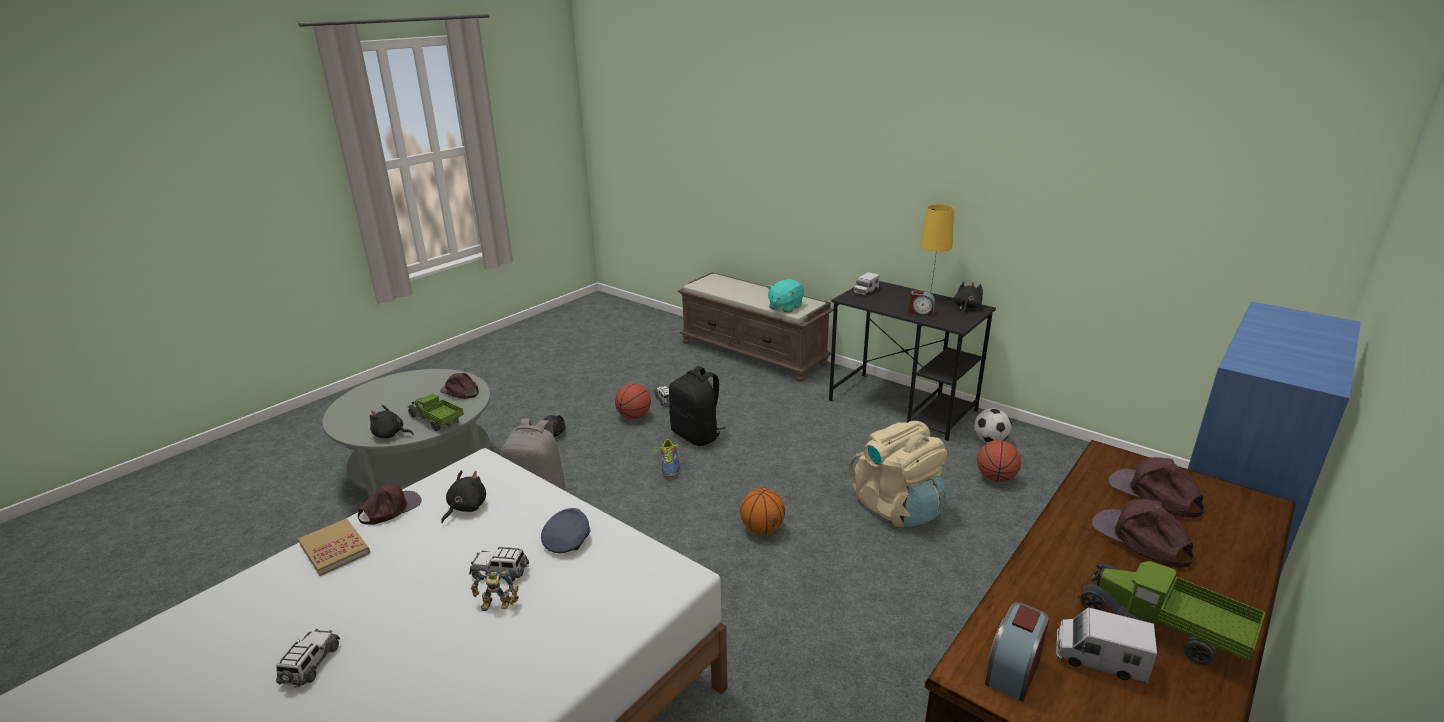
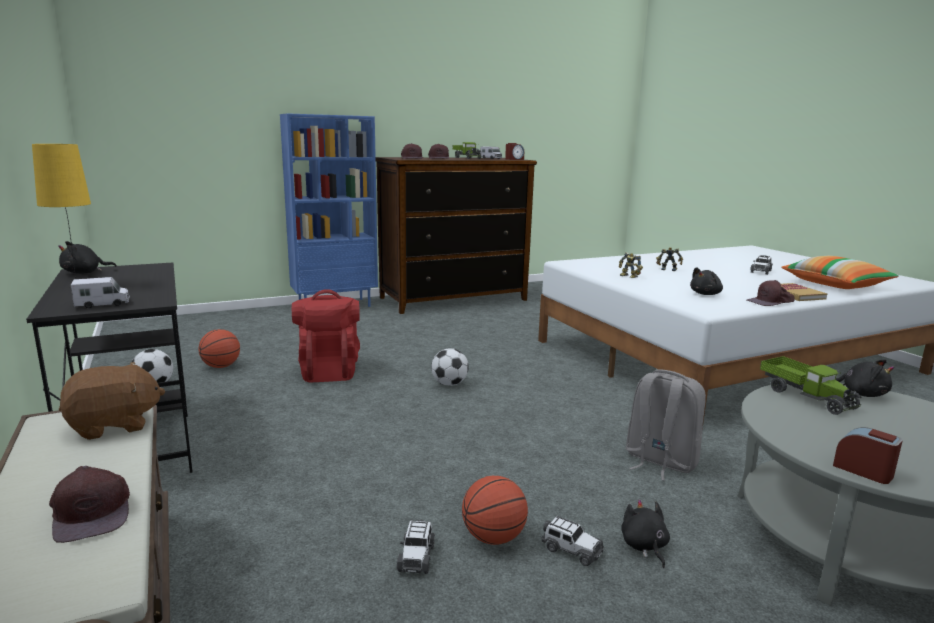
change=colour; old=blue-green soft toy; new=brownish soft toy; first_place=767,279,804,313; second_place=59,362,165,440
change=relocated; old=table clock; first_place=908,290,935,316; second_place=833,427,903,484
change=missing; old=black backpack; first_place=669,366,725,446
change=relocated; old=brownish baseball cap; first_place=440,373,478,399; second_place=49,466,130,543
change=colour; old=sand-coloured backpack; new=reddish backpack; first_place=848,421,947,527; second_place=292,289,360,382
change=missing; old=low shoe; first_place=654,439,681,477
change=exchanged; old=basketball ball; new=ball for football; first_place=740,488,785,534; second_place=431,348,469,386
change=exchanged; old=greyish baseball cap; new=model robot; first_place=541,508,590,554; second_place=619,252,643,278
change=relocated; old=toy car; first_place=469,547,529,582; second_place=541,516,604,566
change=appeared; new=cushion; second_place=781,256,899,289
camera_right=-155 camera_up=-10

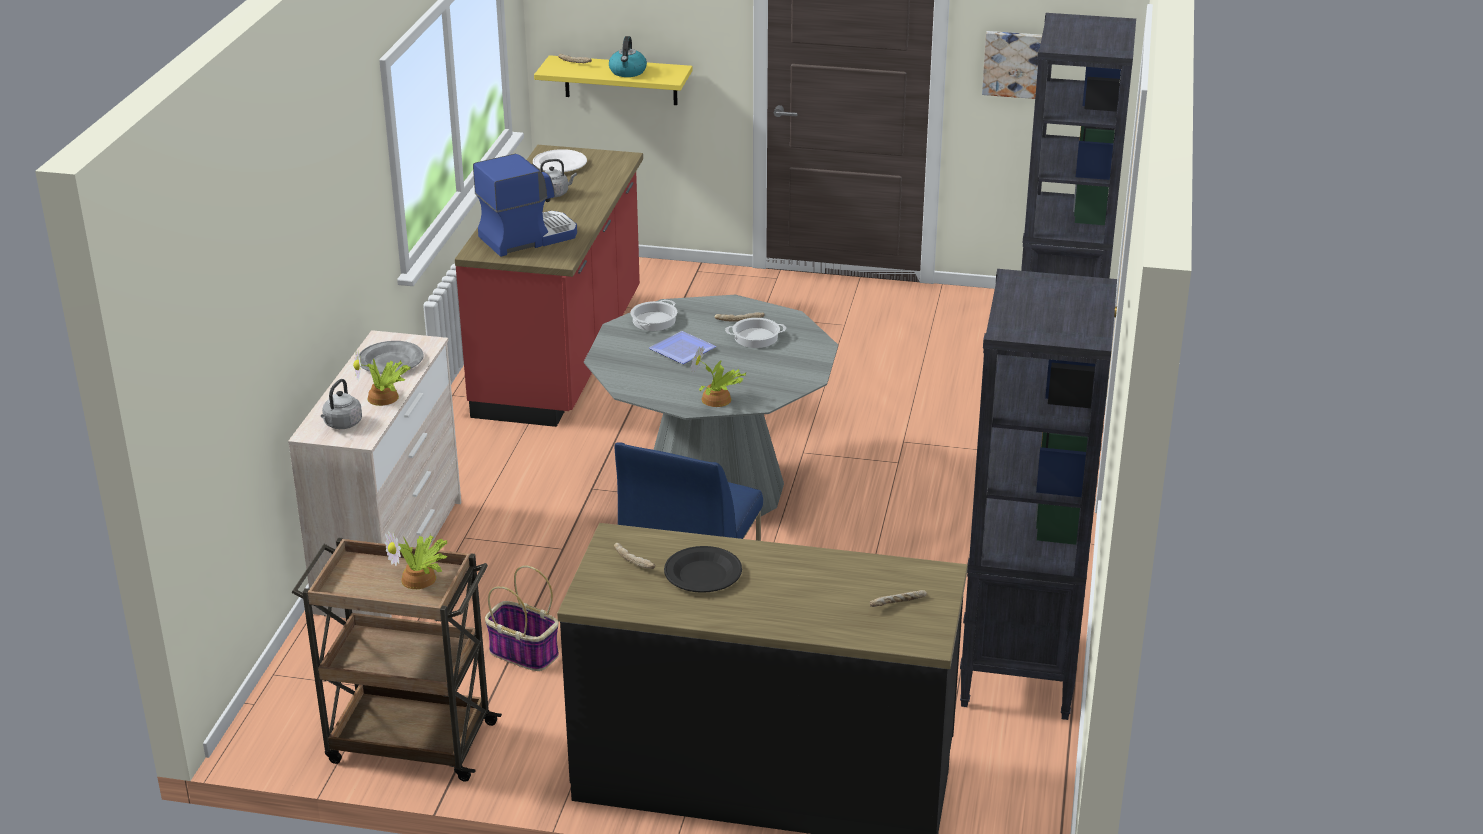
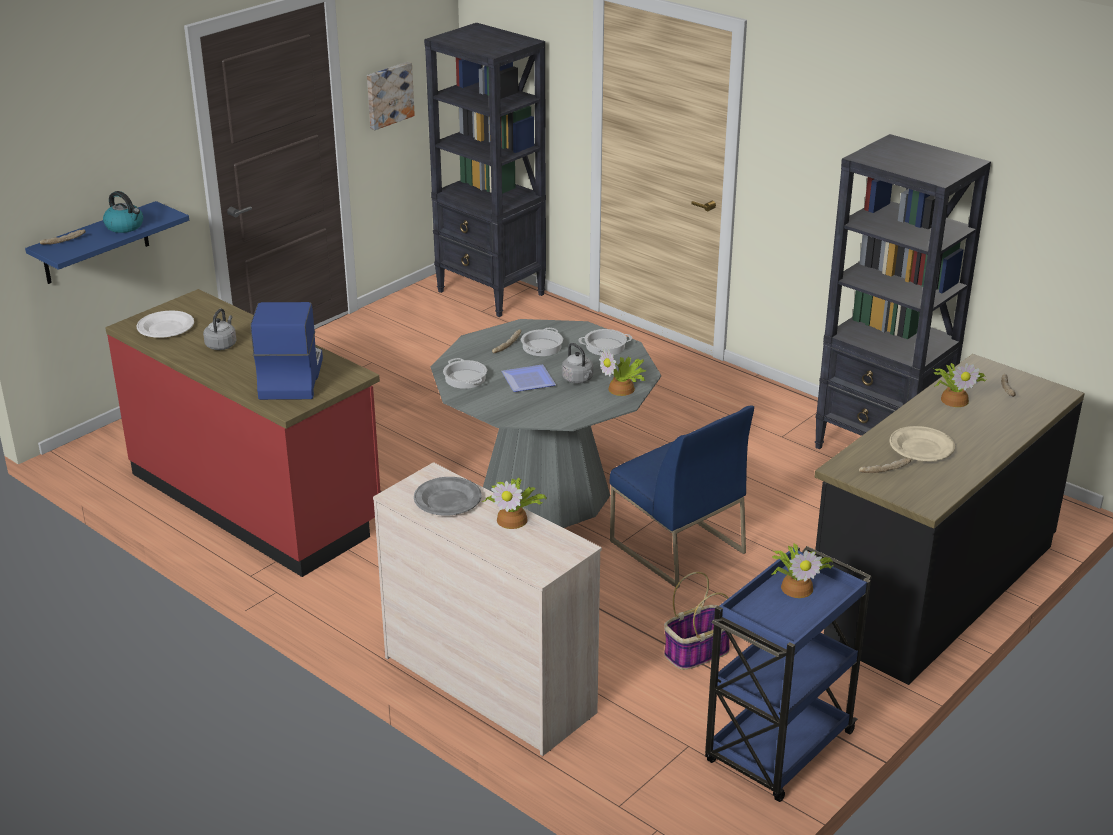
change=colour; old=yellow-coloured bracket shelf; new=bluish bracket shelf; first_place=534,55,692,105; second_place=25,201,189,284
change=relocated; old=greyish tea kettle; first_place=321,379,362,429; second_place=562,343,593,384
change=colour; old=brownish wheeled cart; new=bluish wheeled cart; first_place=292,537,502,782; second_place=705,546,872,802
change=colour; old=black plate; new=sand-coloured plate; first_place=664,546,742,593; second_place=889,426,955,461
change=appeared; new=saucepot; second_place=578,329,632,355
change=appeared; new=houseplant; second_place=933,363,987,407
camera_right=-60 camera_up=0

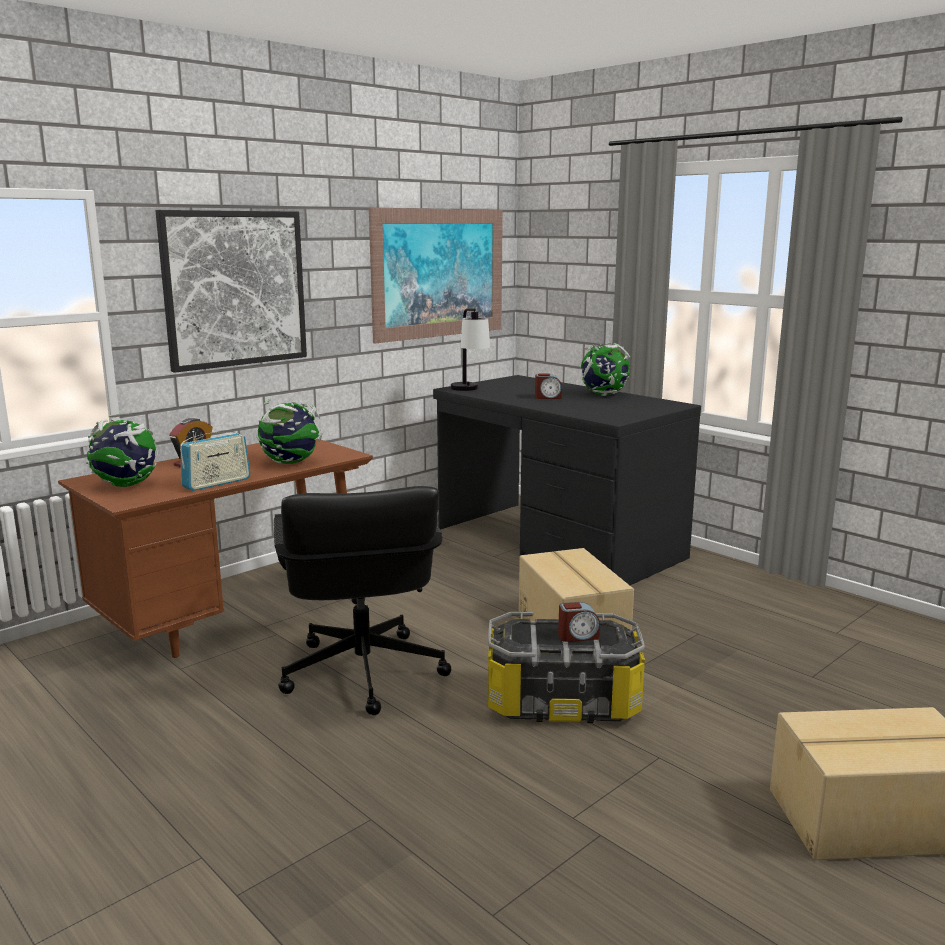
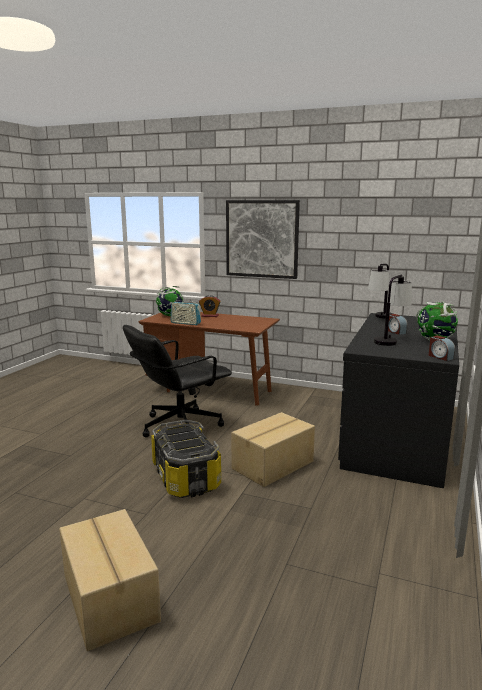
change=missing; old=wall picture; first_place=369,208,503,343
change=missing; old=desk globe; first_place=257,399,322,464
change=relocated; old=table clock; first_place=558,602,600,642; second_place=429,336,455,361
change=appeared; new=lamp for a table; second_place=374,275,412,346
camera_right=65 camera_up=0

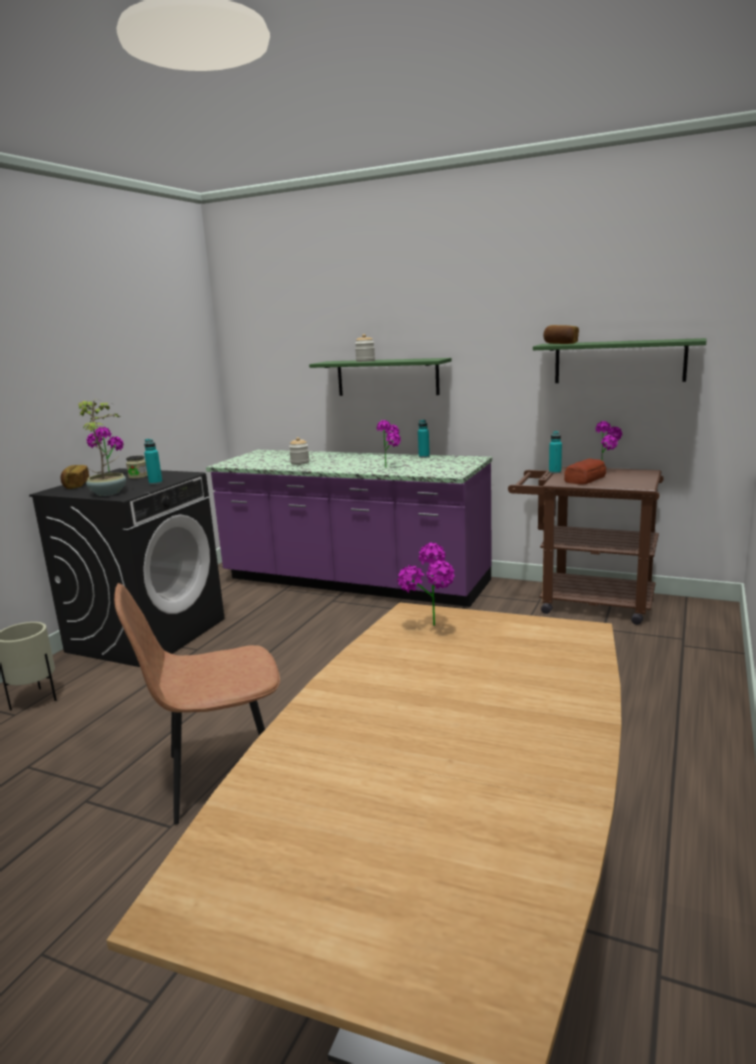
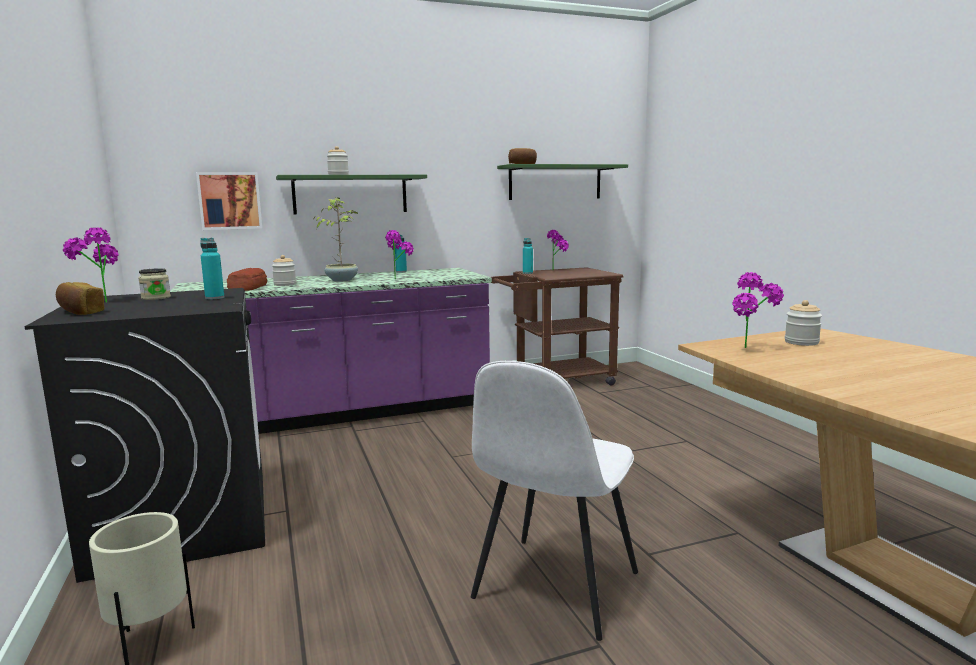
change=relocated; old=houseplant; first_place=78,399,126,496; second_place=314,198,358,282
change=relocated; old=baked bread; first_place=564,459,606,485; second_place=227,268,267,291
change=colour; old=brownish plain chair; new=whitish plain chair; first_place=114,583,280,825; second_place=471,361,638,641
change=appeared; new=wall picture; second_place=196,172,262,230
change=appeared; new=storage jar; second_place=785,300,822,346
camera_right=-45 camera_up=-5

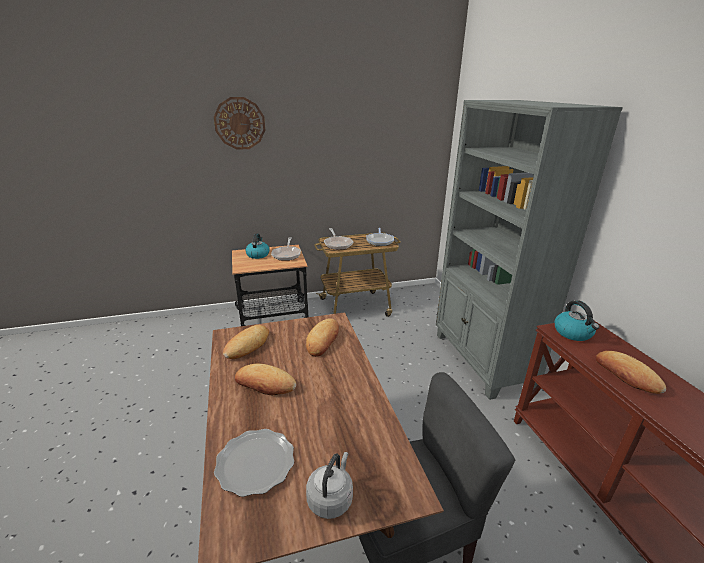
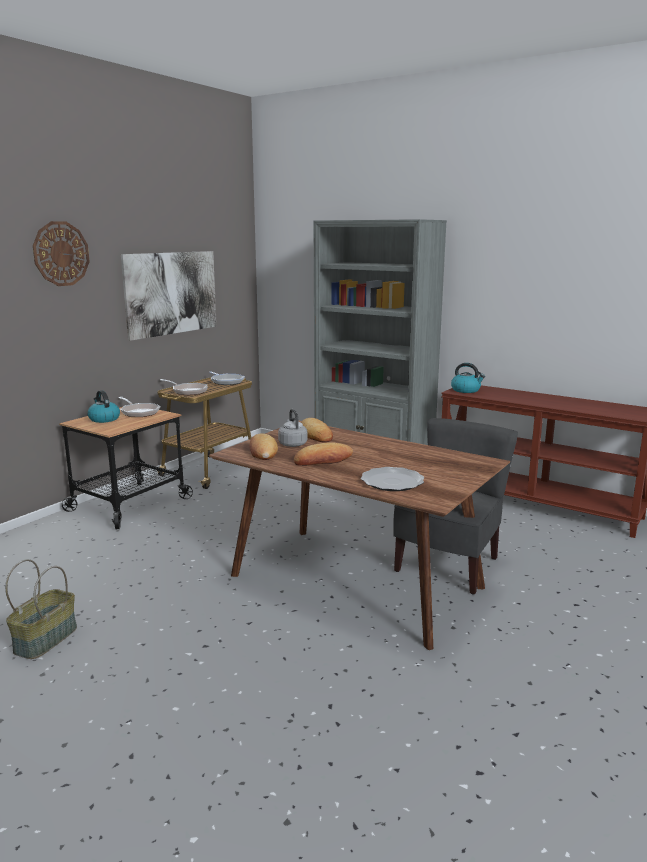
change=missing; old=baked bread; first_place=596,351,666,394
change=relocated; old=greyish tea kettle; first_place=306,452,353,519; second_place=278,409,308,447
change=appeared; new=wall picture; second_place=121,251,217,341
change=appeared; new=basket; second_place=5,559,77,659
camera_right=-40 camera_up=-10

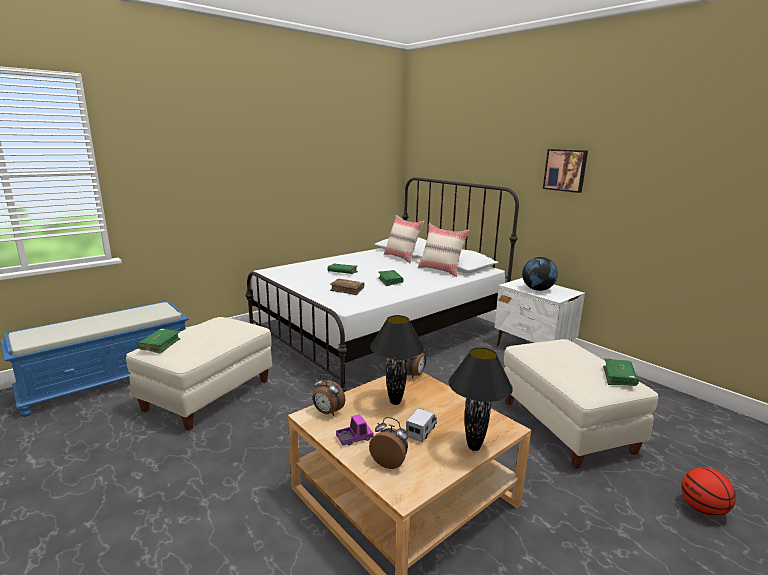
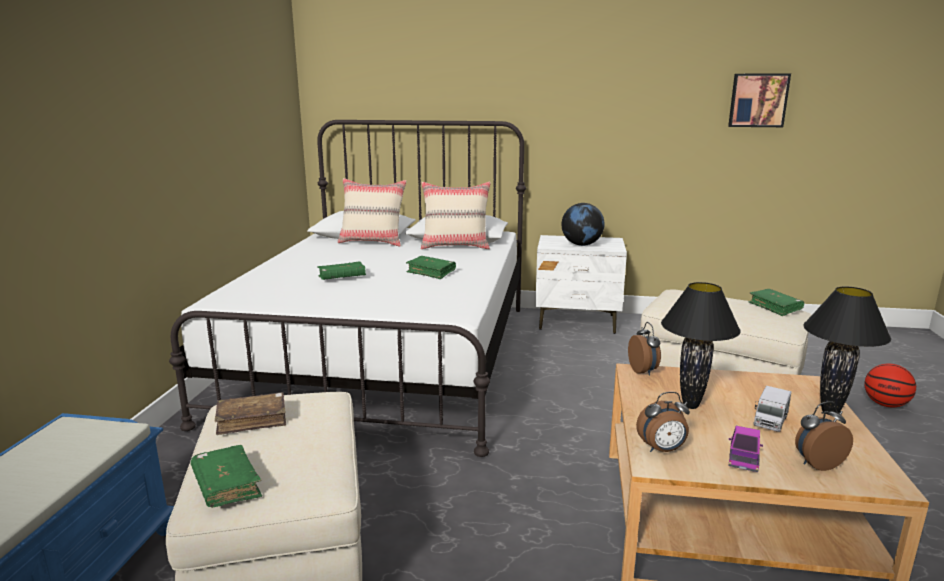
change=relocated; old=wall picture; first_place=543,149,588,193; second_place=728,74,791,127
change=relocated; old=brownish bound book; first_place=330,279,364,295; second_place=215,392,286,435
change=spun; old=toy lorry; first_place=406,408,437,442; second_place=753,386,791,432; degrees=-135
camera_right=-40 camera_up=0

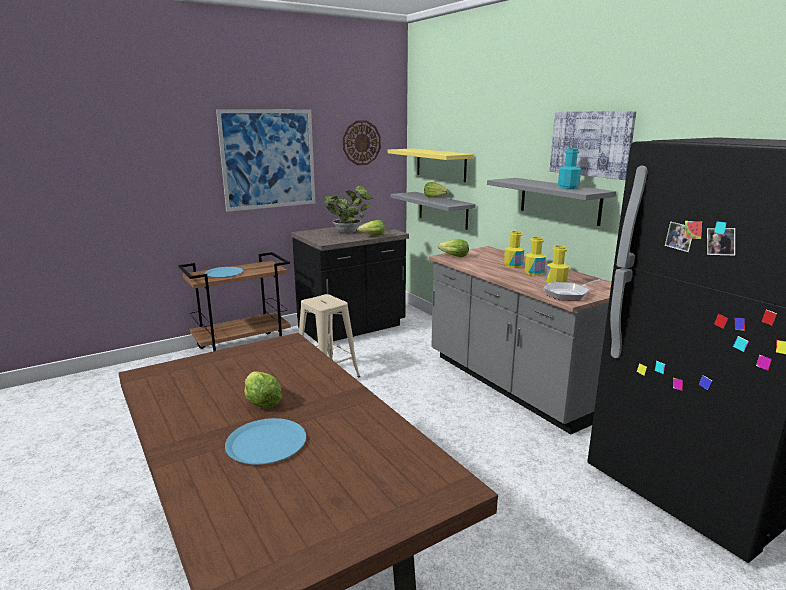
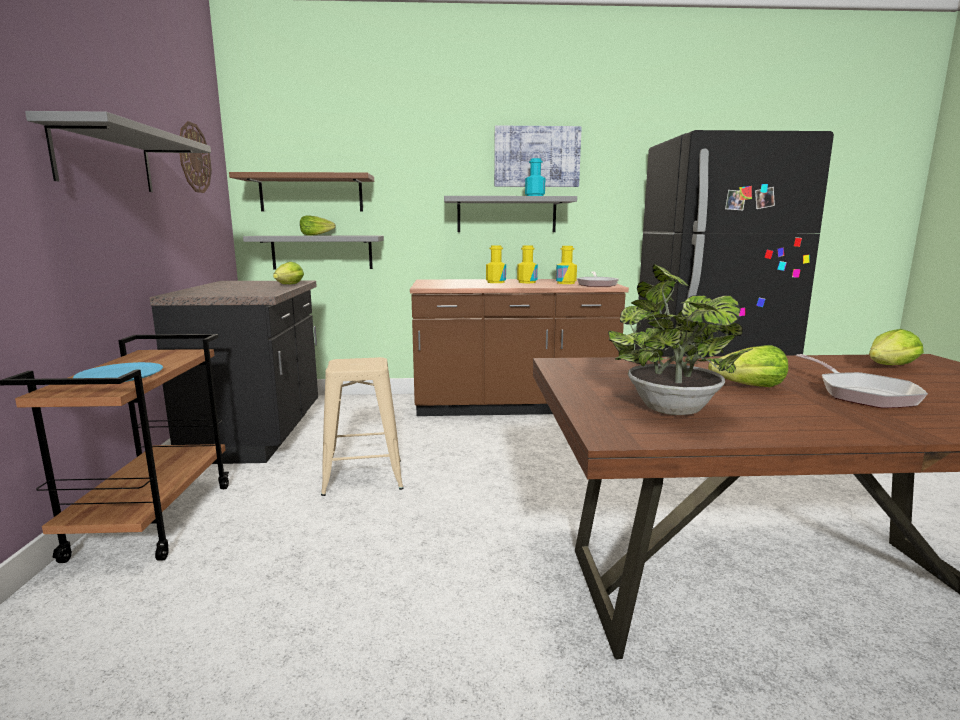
change=exchanged; old=wall picture; new=greyish bracket shelf; first_place=216,109,315,212; second_place=25,111,211,192
change=colour; old=yellow-coloured bracket shelf; new=brownish bracket shelf; first_place=388,148,474,182; second_place=229,172,374,212
change=relocated; old=houseplant; first_place=324,186,373,233; second_place=608,264,753,415
change=relocated; old=head of lettuce; first_place=438,239,469,257; second_place=869,329,924,365
change=colour; old=greyish kitchen base unit; new=brownish kitchen base unit; first_place=429,246,611,435; second_place=410,279,629,416
change=exchanged; old=bluish plate; new=skillet; first_place=225,418,306,464; second_place=796,354,928,408
camera_right=-60 camera_up=-5

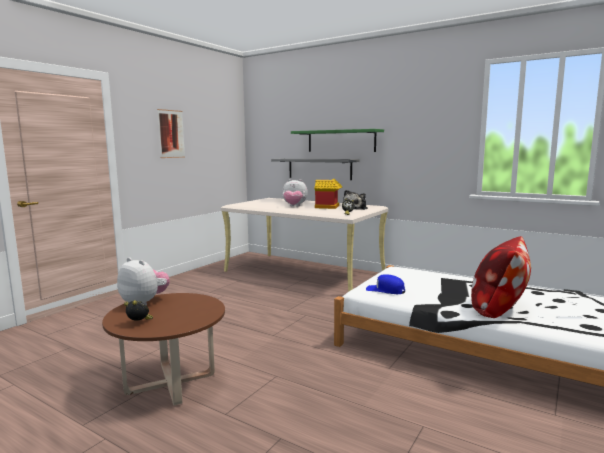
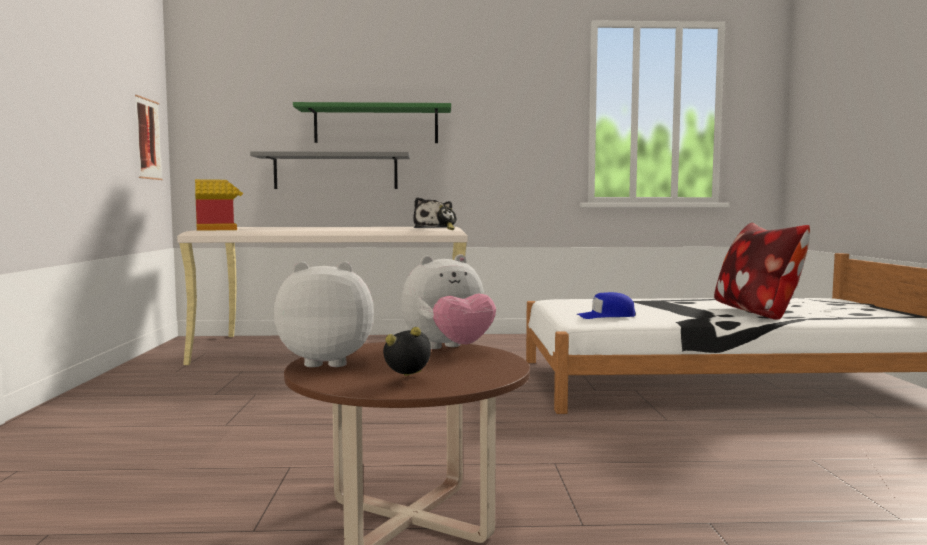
change=relocated; old=wall picture; first_place=157,109,185,158; second_place=135,95,162,180
change=relocated; old=soft toy; first_place=282,179,308,206; second_place=401,254,496,349
change=relocated; old=model house; first_place=314,179,343,209; second_place=195,179,243,231
camera_right=-35 camera_up=-5

